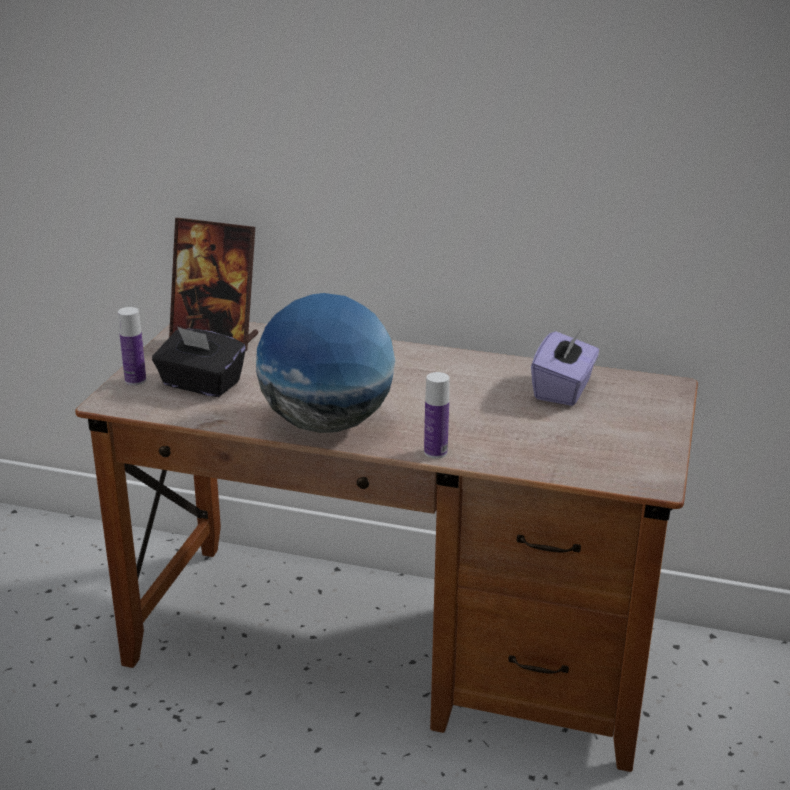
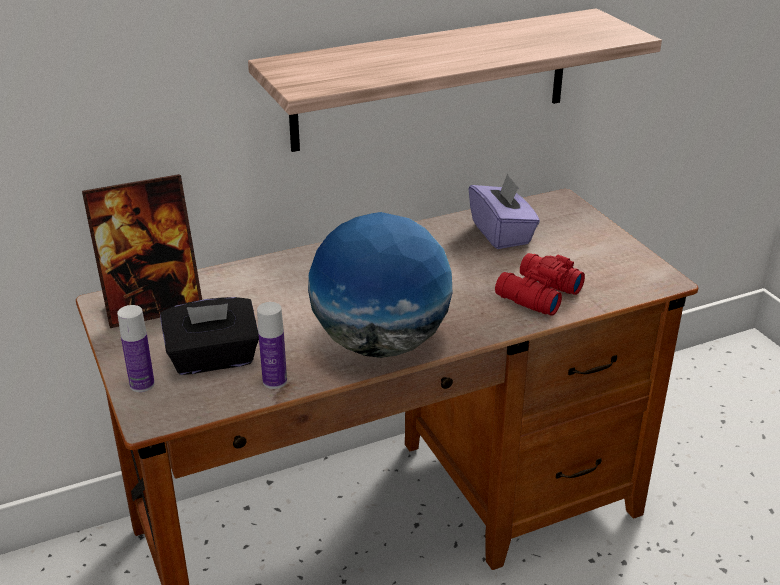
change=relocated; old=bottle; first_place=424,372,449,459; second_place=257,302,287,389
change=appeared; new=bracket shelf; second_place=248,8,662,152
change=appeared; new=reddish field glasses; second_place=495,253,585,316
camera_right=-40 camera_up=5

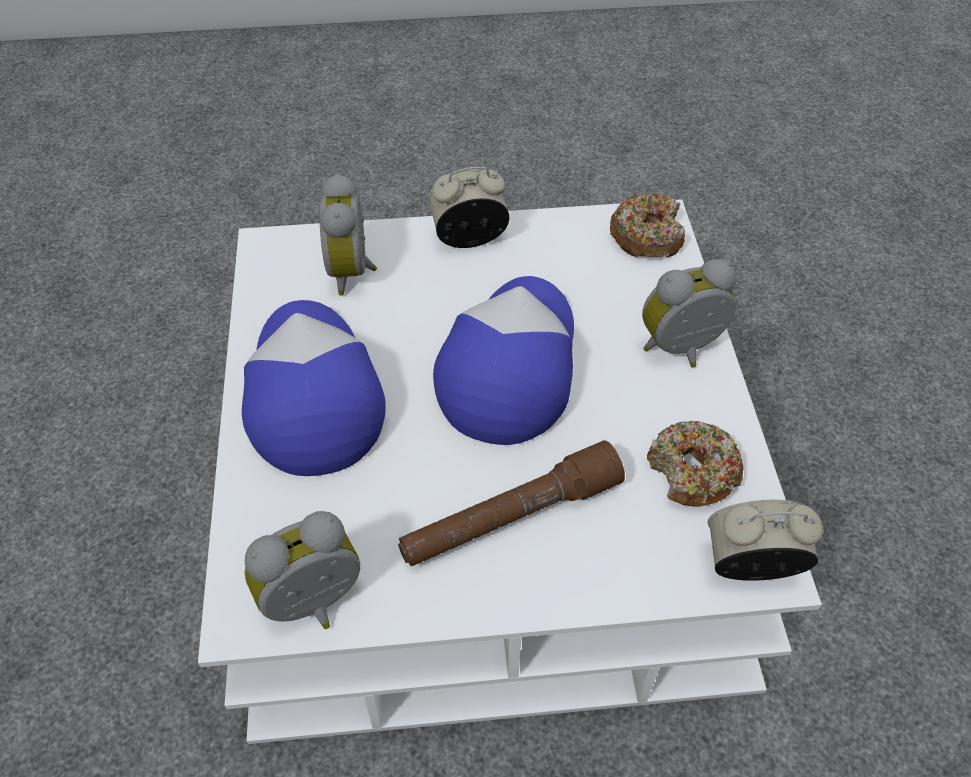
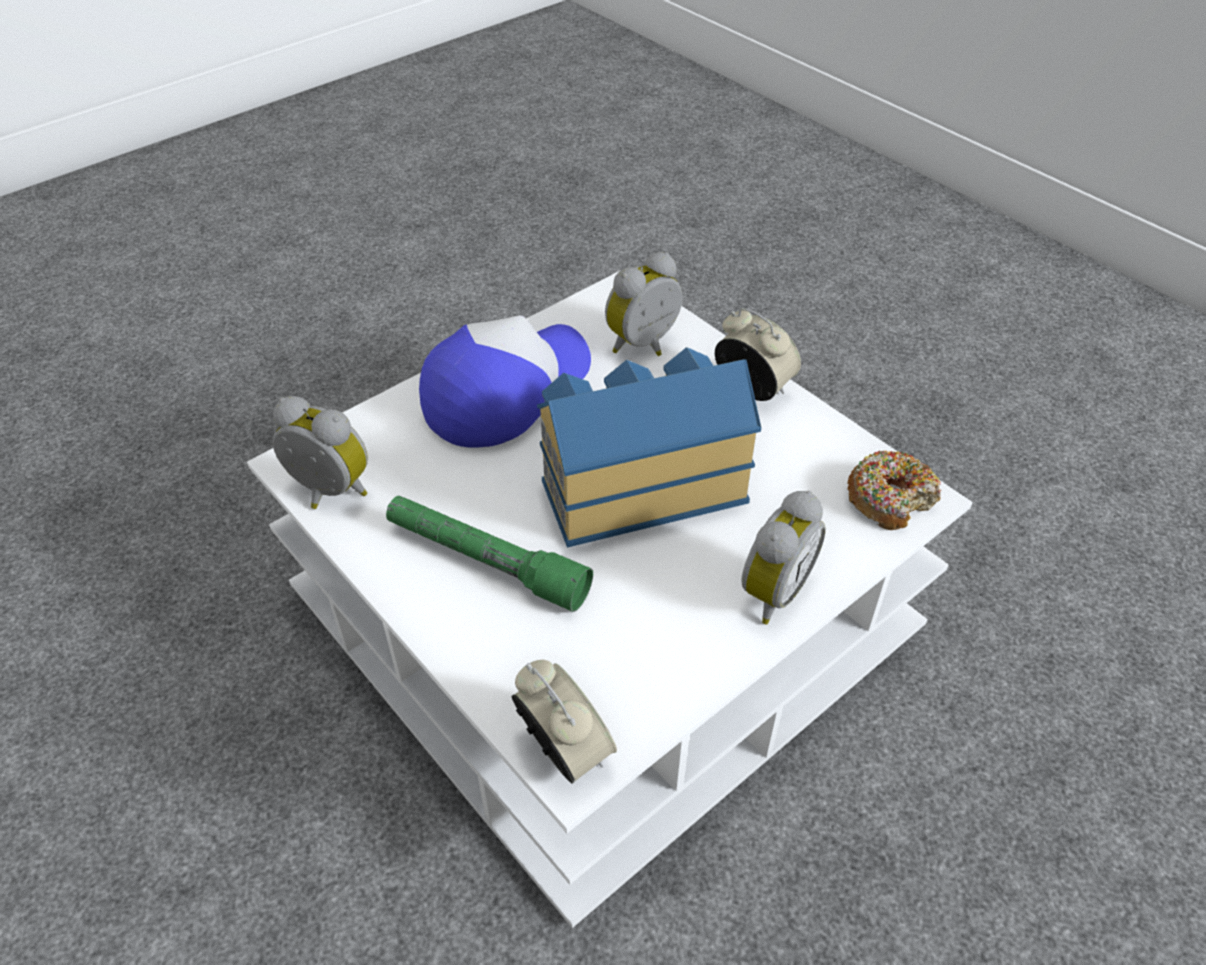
change=spun; old=table clock; first_place=642,259,736,367; second_place=742,491,826,625; degrees=90
change=exchanged; old=baseball cap; new=model house; first_place=433,276,574,445; second_place=537,347,761,548
change=missing; old=donut; first_place=647,421,744,507
change=colour; old=brownish hand torch; new=green hand torch; first_place=398,440,625,566; second_place=386,496,593,612
camera_right=55 camera_up=-5

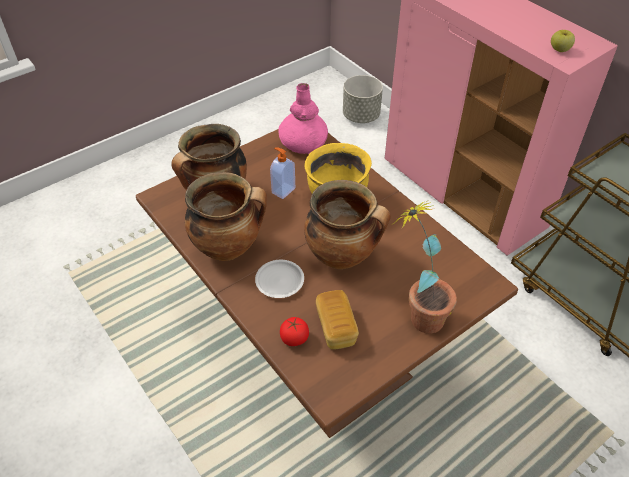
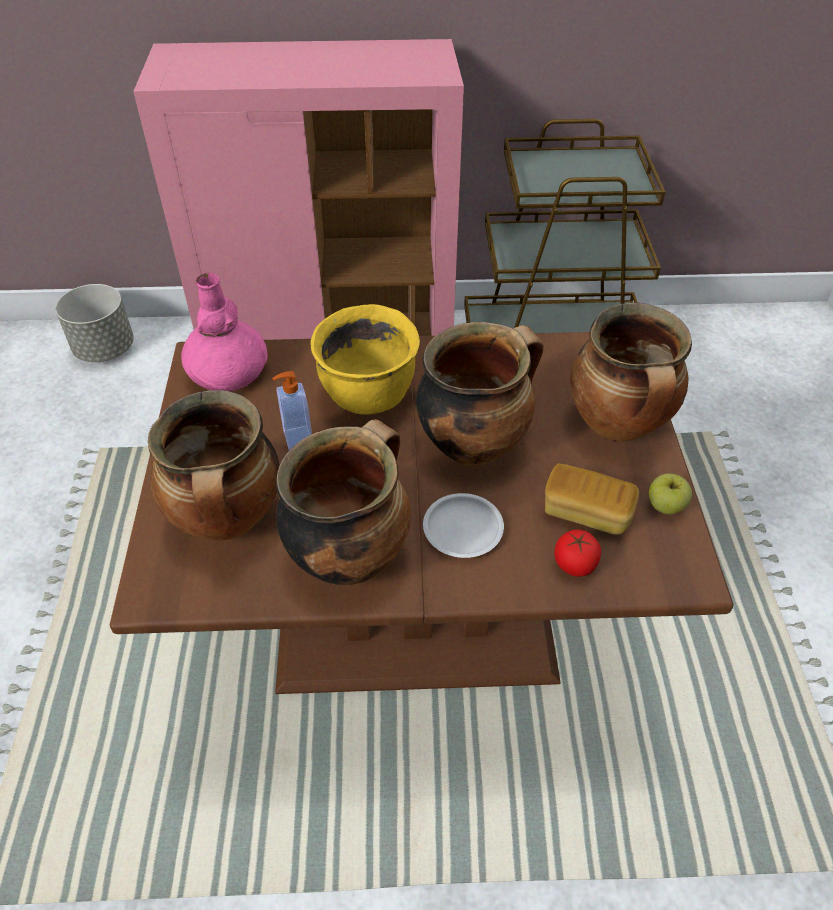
change=relocated; old=apple fruit; first_place=551,30,575,52; second_place=649,473,692,515
change=exchanged; old=houseplant; new=saucepot; first_place=393,200,457,333; second_place=570,303,692,441
camera_right=-55 camera_up=0

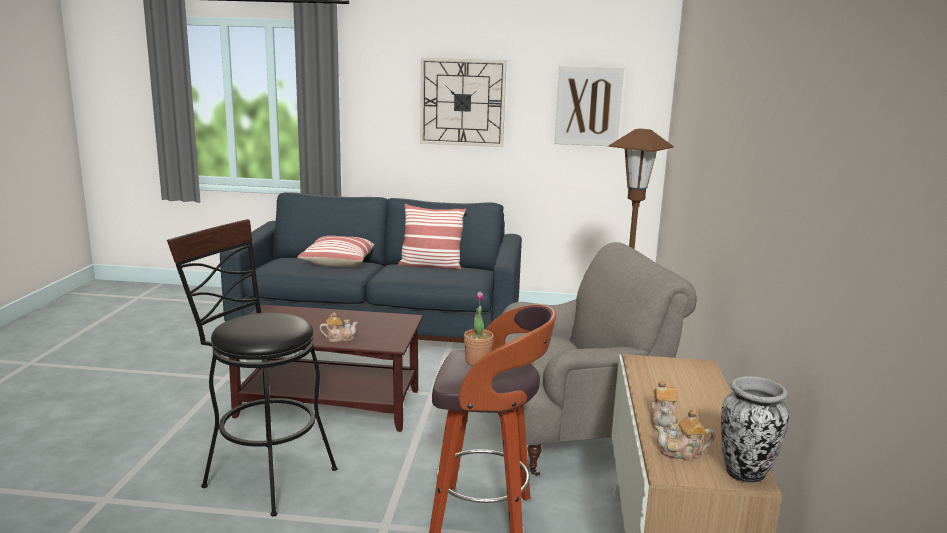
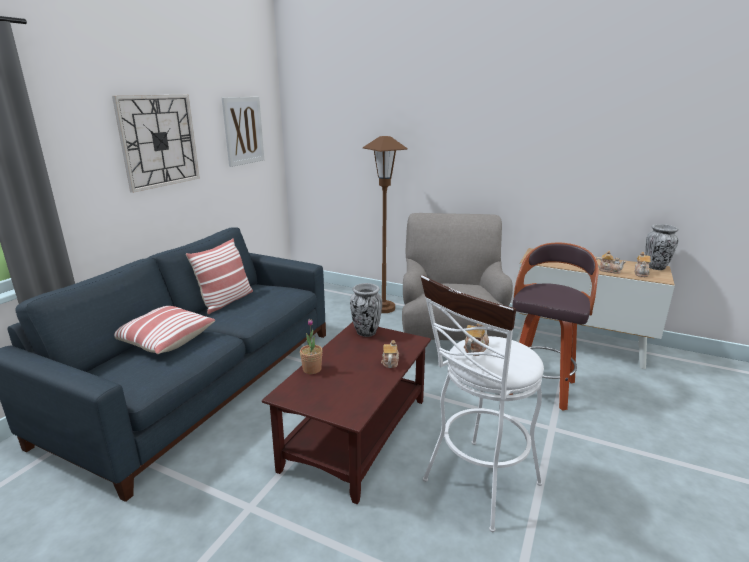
change=colour; old=black sitting stool; new=whitish sitting stool; first_place=167,219,337,517; second_place=421,275,544,532
change=relocated; old=houseplant; first_place=464,291,494,366; second_place=300,319,323,374
change=appeared; new=flower vase; second_place=350,283,382,337
change=appeared; new=teapot; second_place=464,323,489,356
camera_right=-70 camera_up=5

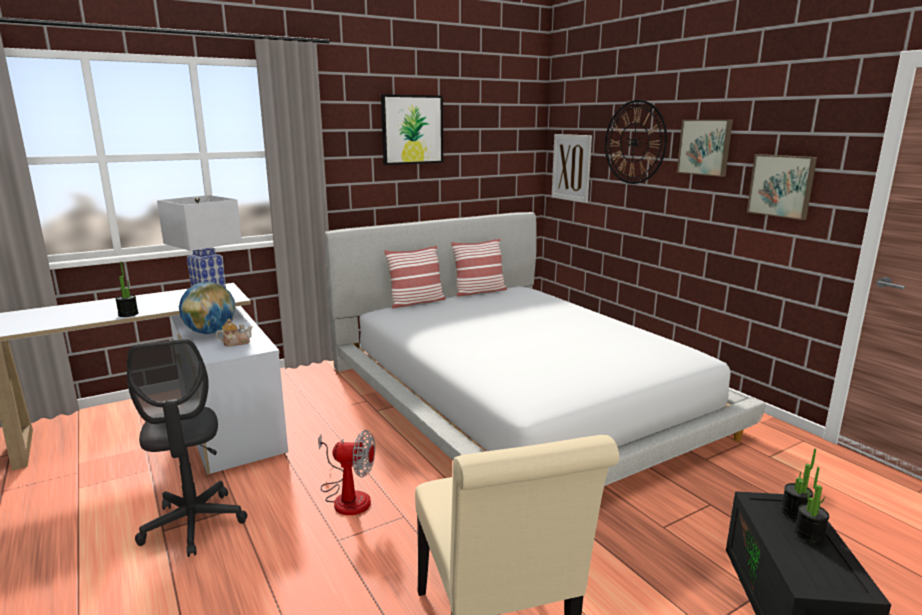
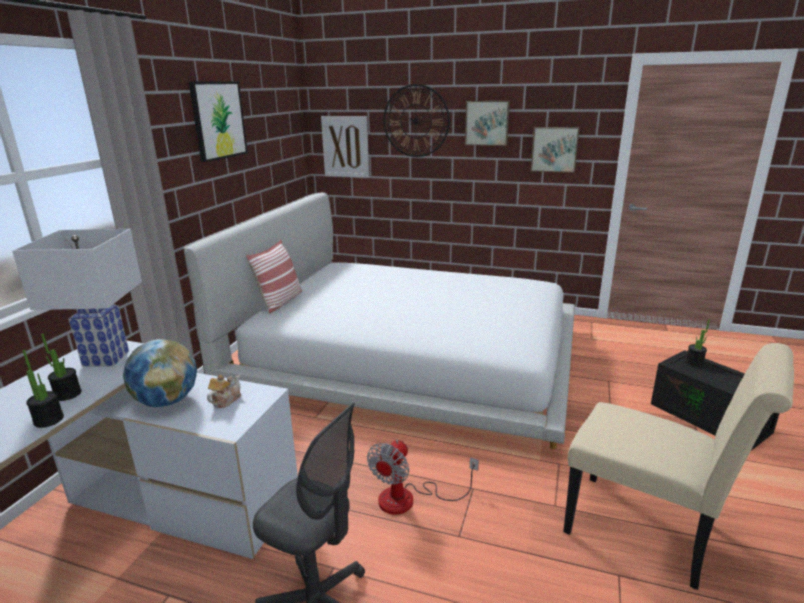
change=missing; old=cushion; first_place=451,238,507,297
change=spun; old=cooling fan; first_place=318,430,375,515; second_place=367,440,479,515; degrees=150
change=relocated; old=houseplant; first_place=794,467,829,543; second_place=41,333,81,401
camera_right=-40 camera_up=5

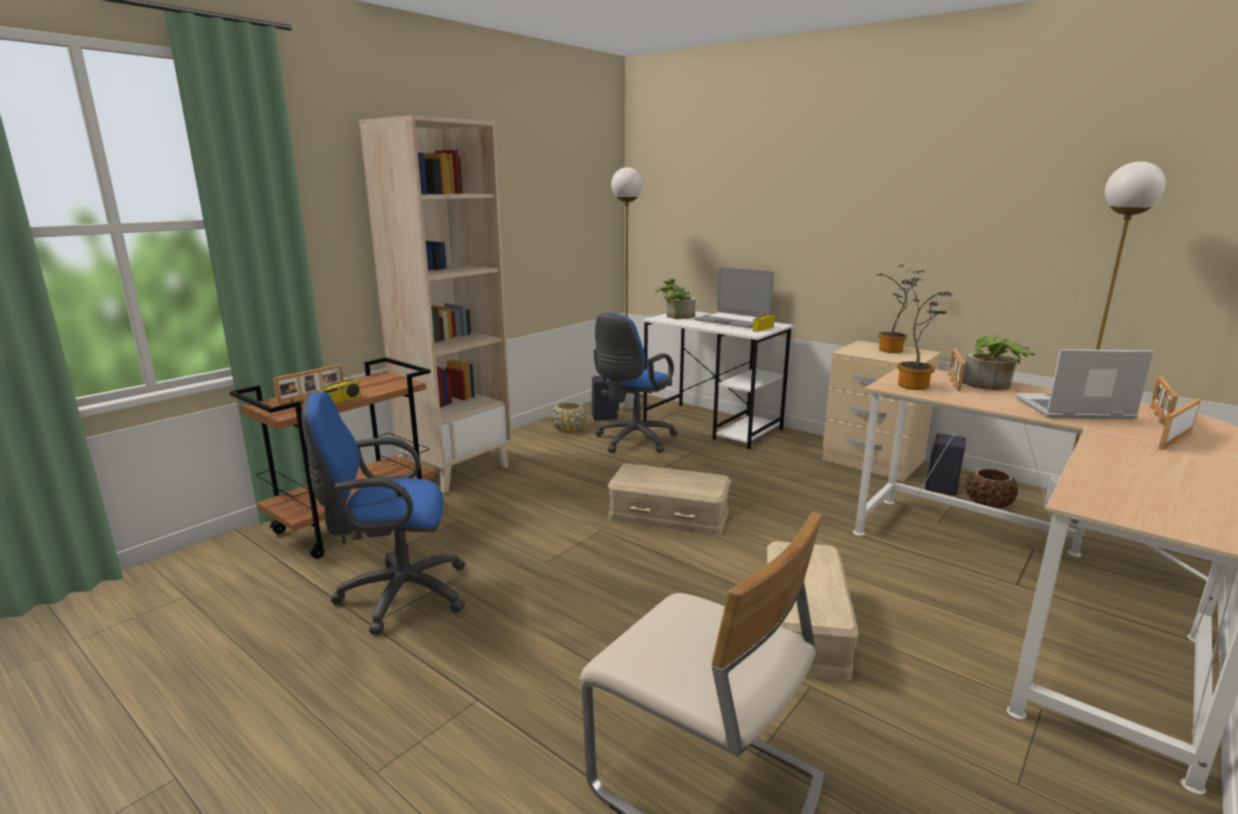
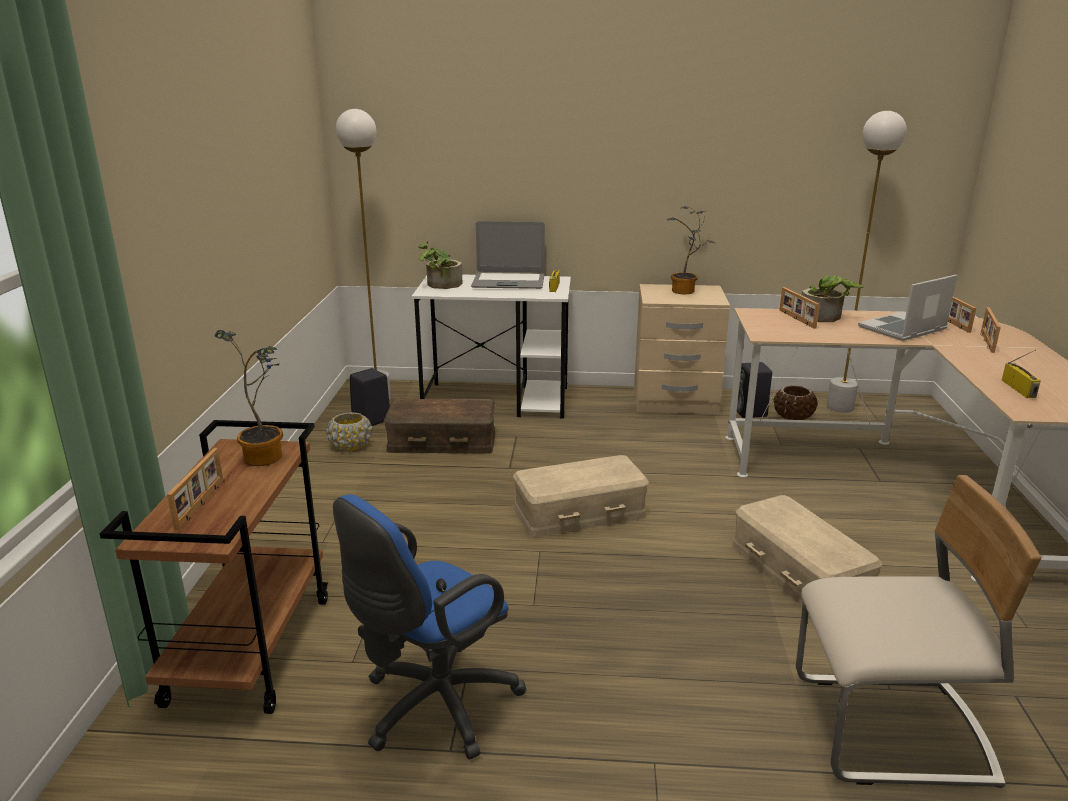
change=missing; old=sand-coloured bookshelf; first_place=359,115,512,493
change=relocated; old=houseplant; first_place=897,277,953,390; second_place=214,330,283,466
change=exchanged; old=bluish computer chair; new=brownish storage bin; first_place=594,312,678,453; second_place=384,399,495,454
change=relocated; old=radio; first_place=317,362,361,404; second_place=1002,350,1041,398
camera_right=-35 camera_up=5

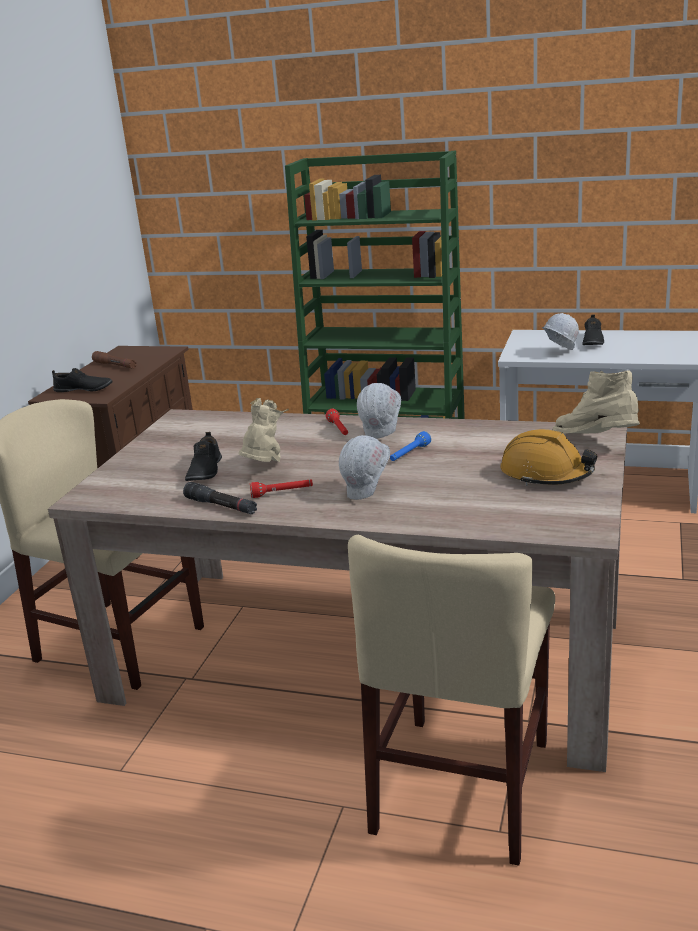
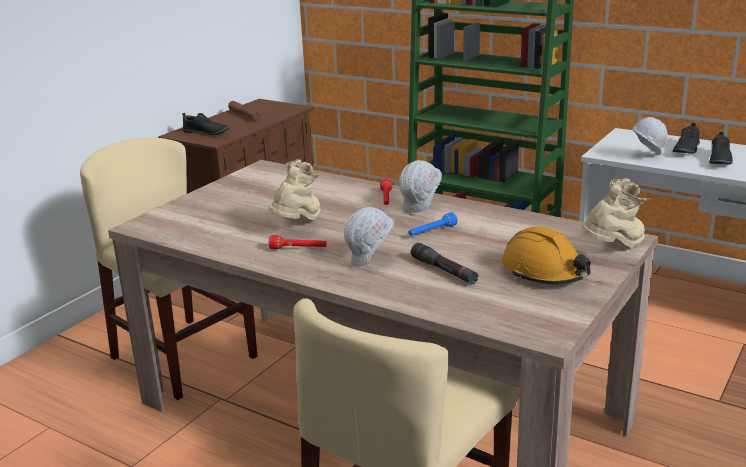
change=spun; old=sand-coloured boot; first_place=553,370,640,434; second_place=581,178,652,248; degrees=75
change=relocated; old=black low shoe; first_place=185,432,222,481; second_place=709,132,733,165
change=relocated; old=black hand torch; first_place=183,482,257,514; second_place=411,243,479,284
camera_right=15 camera_up=0

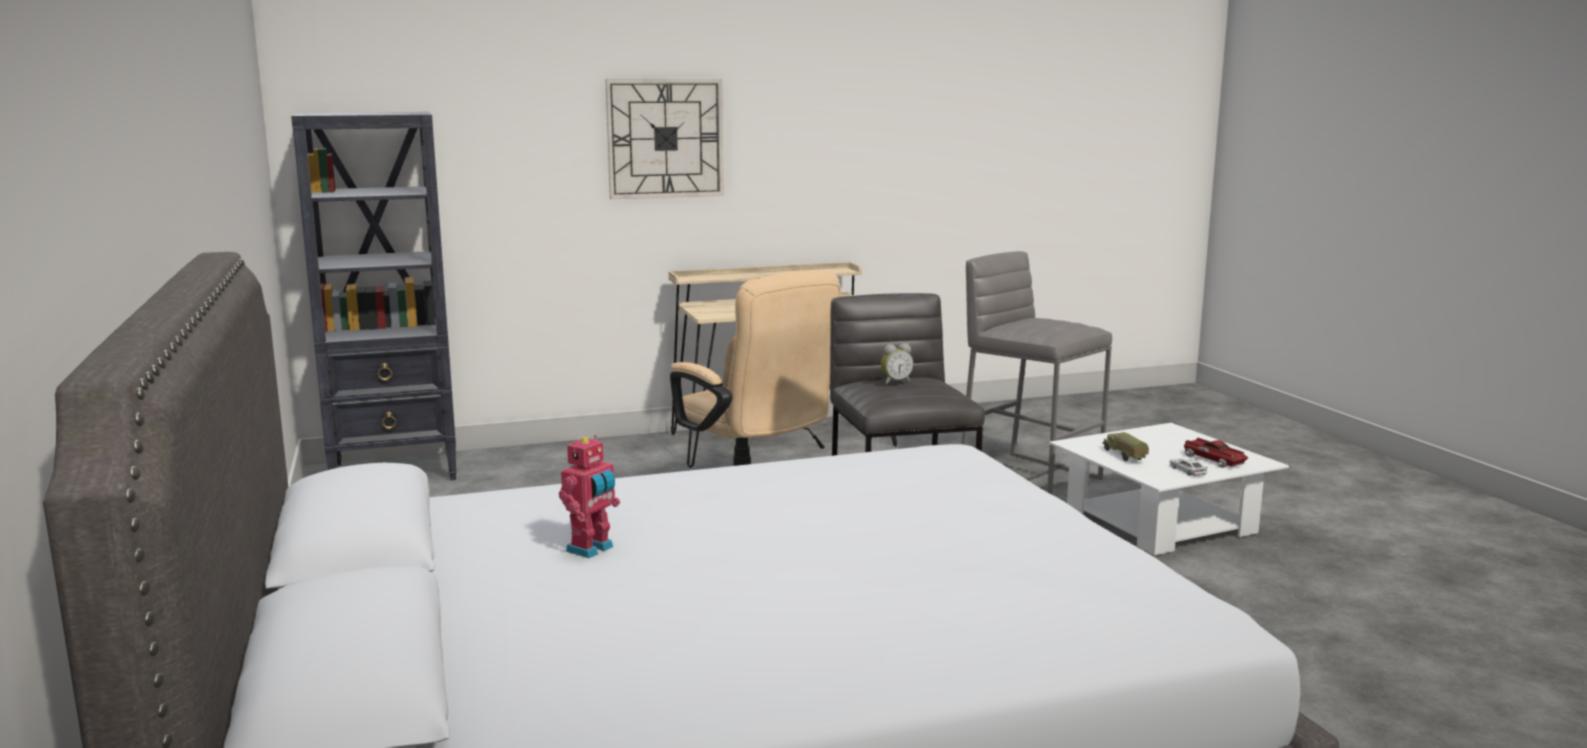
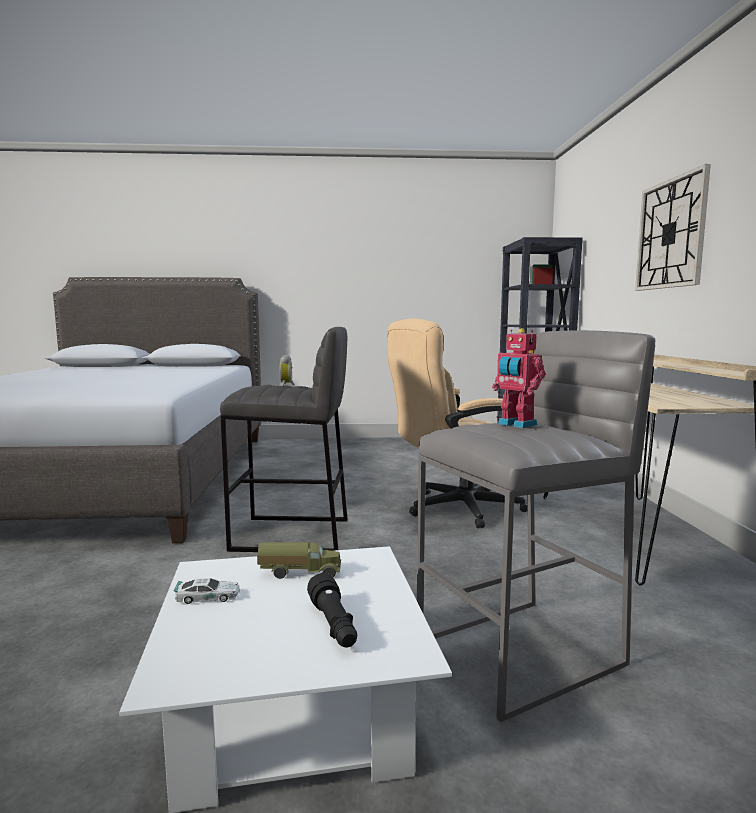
change=relocated; old=model robot; first_place=559,435,620,558; second_place=492,328,545,428
change=missing; old=toy car; first_place=1184,438,1248,468
change=appeared; new=black hand torch; second_place=307,573,357,647
camera_right=105 camera_up=-5

